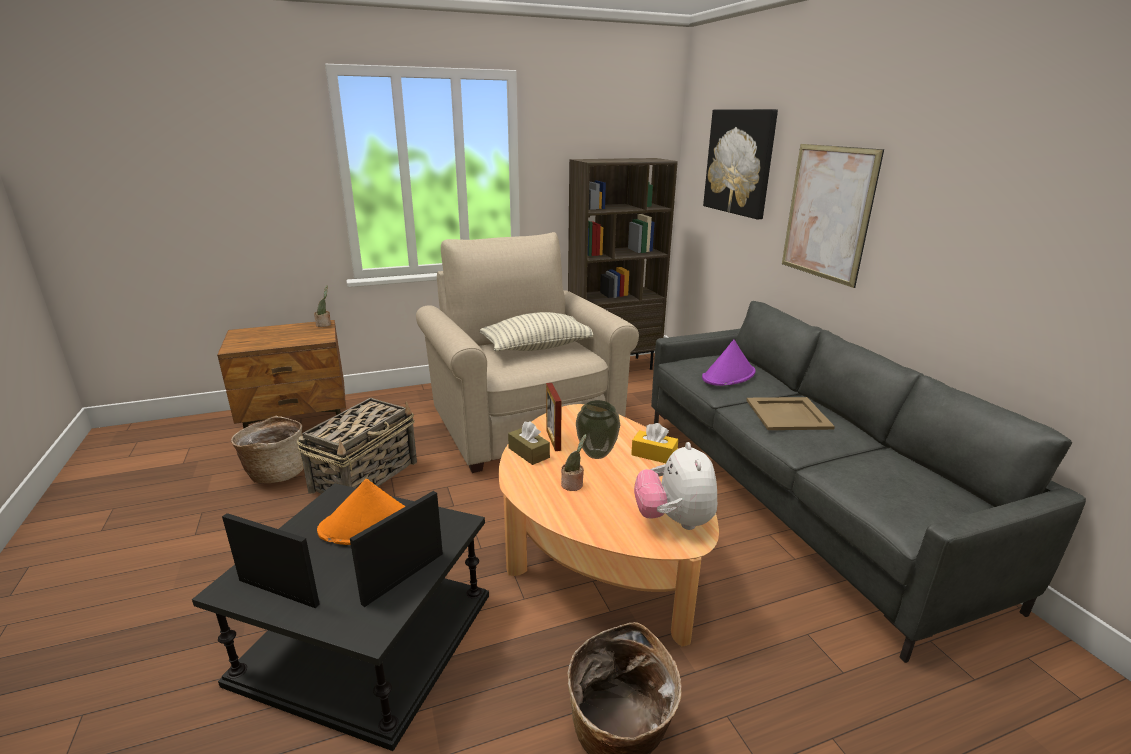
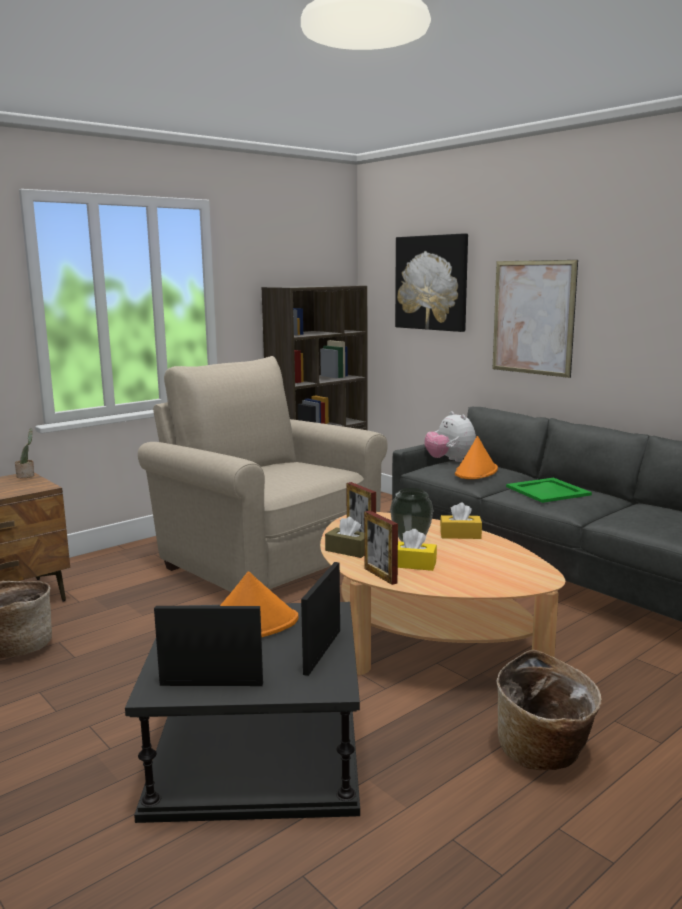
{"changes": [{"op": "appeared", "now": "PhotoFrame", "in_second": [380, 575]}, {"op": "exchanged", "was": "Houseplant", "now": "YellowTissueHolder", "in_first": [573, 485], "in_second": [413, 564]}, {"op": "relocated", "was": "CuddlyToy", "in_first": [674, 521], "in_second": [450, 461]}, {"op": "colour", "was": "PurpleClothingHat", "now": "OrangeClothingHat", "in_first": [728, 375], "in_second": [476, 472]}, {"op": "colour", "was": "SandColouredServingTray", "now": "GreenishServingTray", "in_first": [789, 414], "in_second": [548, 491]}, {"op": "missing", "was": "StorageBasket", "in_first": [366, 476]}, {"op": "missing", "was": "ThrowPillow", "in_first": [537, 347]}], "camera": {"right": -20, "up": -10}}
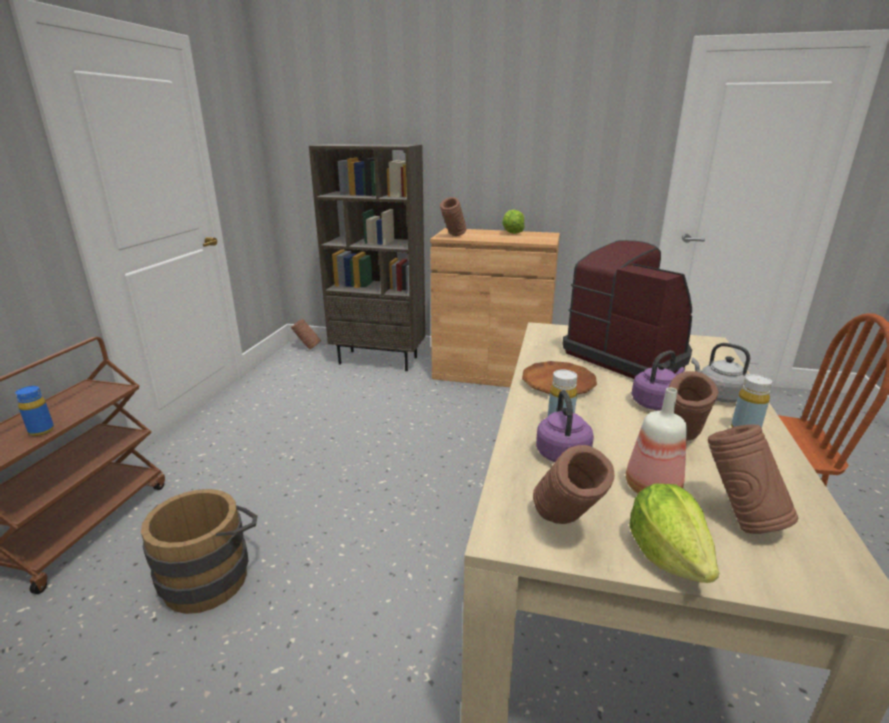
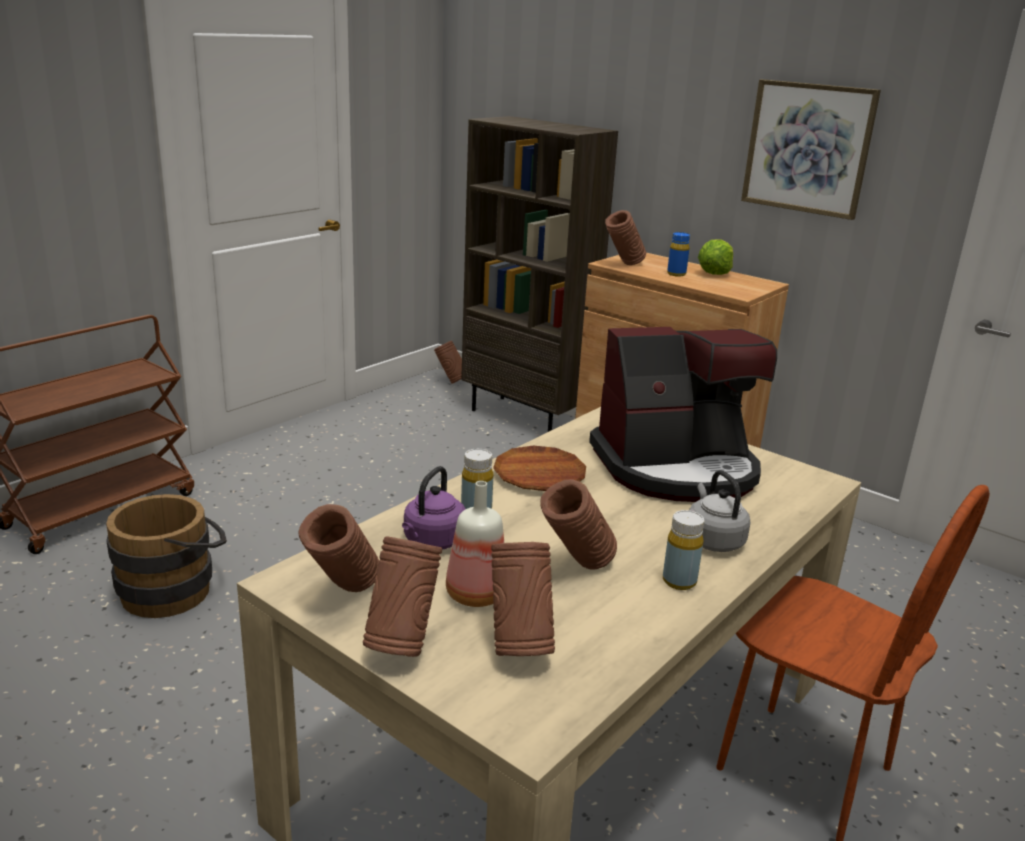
{"changes": [{"op": "exchanged", "was": "HeadOfLettuce", "now": "BrownVase", "in_first": [667, 555], "in_second": [402, 644]}, {"op": "spun", "was": "CoffeeMaker", "in_first": [627, 355], "in_second": [677, 468], "clockwise": 90}, {"op": "relocated", "was": "BlueBottle", "in_first": [41, 431], "in_second": [676, 274]}, {"op": "appeared", "now": "Picture", "in_second": [808, 148]}, {"op": "missing", "was": "PurpleKettle", "in_first": [656, 403]}], "camera": {"right": 25, "up": 0}}
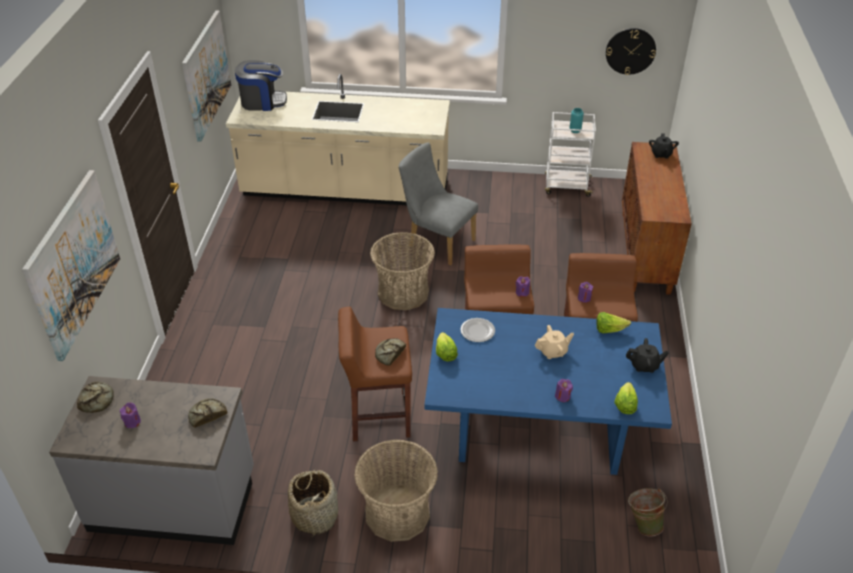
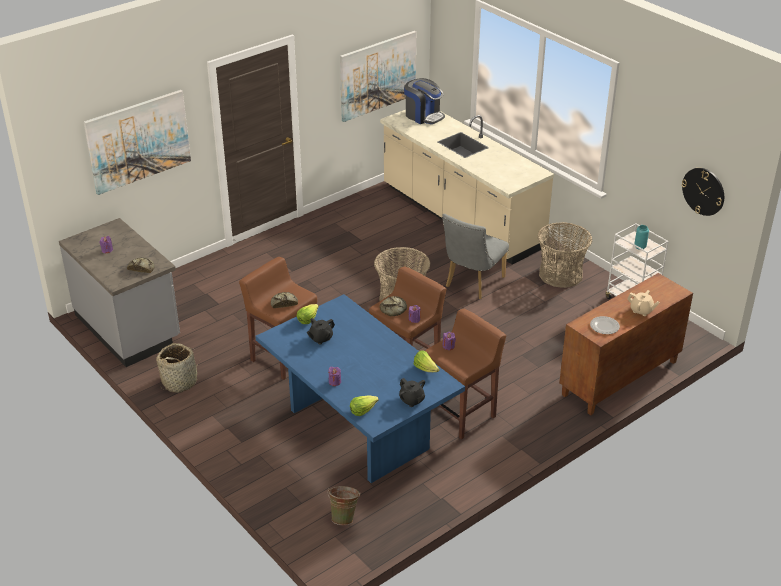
{"changes": [{"op": "relocated", "was": "BlackTeaPot", "in_first": [661, 154], "in_second": [320, 338]}, {"op": "relocated", "was": "Bread", "in_first": [97, 400], "in_second": [394, 309]}, {"op": "spun", "was": "GreyUprightChair", "in_first": [437, 242], "in_second": [472, 284], "clockwise": -135}, {"op": "relocated", "was": "StorageBasket", "in_first": [397, 513], "in_second": [560, 274]}, {"op": "relocated", "was": "FlatDish", "in_first": [478, 331], "in_second": [605, 326]}, {"op": "relocated", "was": "SandColouredTeaPot", "in_first": [553, 351], "in_second": [641, 311]}], "camera": {"right": 45, "up": -5}}
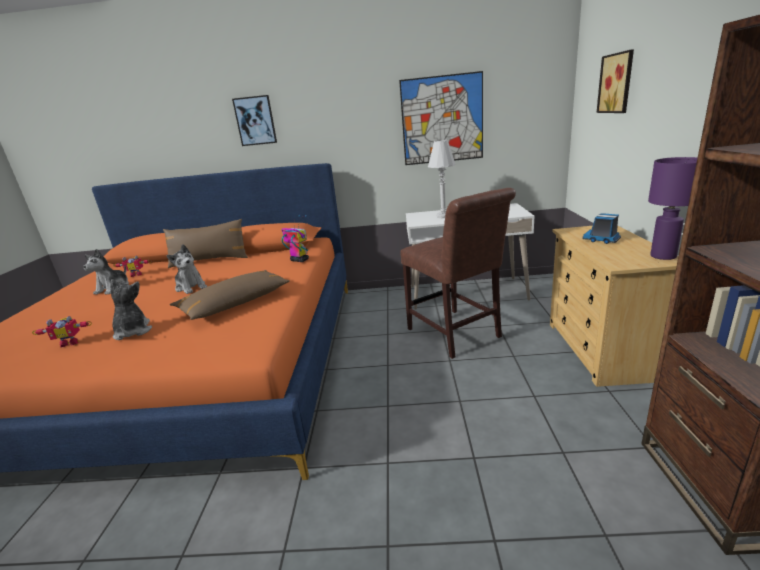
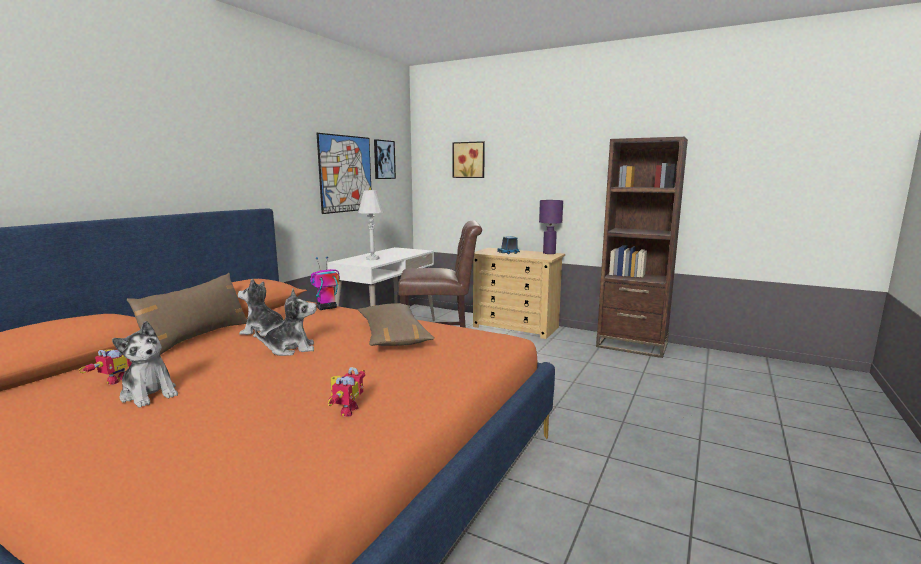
{"changes": [{"op": "relocated", "was": "CuddlyToy", "in_first": [133, 332], "in_second": [263, 332]}, {"op": "relocated", "was": "Picture", "in_first": [255, 121], "in_second": [383, 159]}], "camera": {"right": -65, "up": -10}}
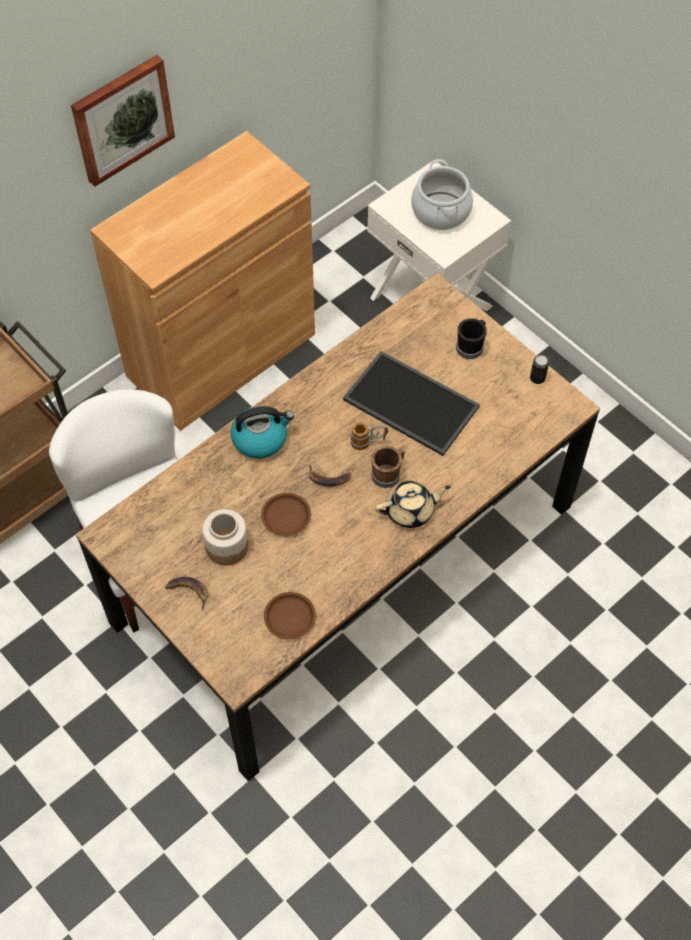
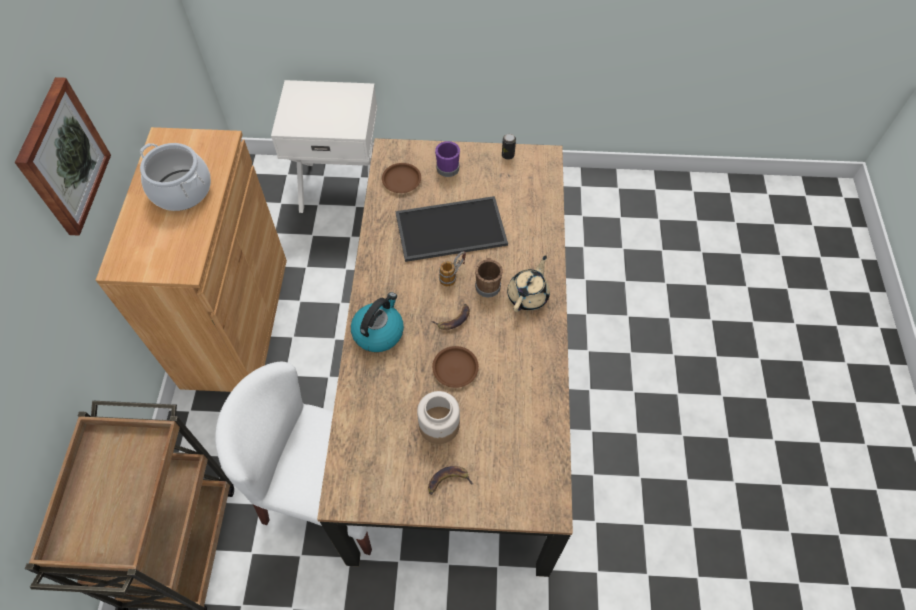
{"changes": [{"op": "relocated", "was": "Stockpot", "in_first": [440, 211], "in_second": [181, 190]}, {"op": "relocated", "was": "BrownFlatDish", "in_first": [289, 617], "in_second": [401, 180]}, {"op": "colour", "was": "BlackCoffeeMug", "now": "PurpleCoffeeMug", "in_first": [471, 346], "in_second": [447, 166]}], "camera": {"right": -45, "up": 0}}
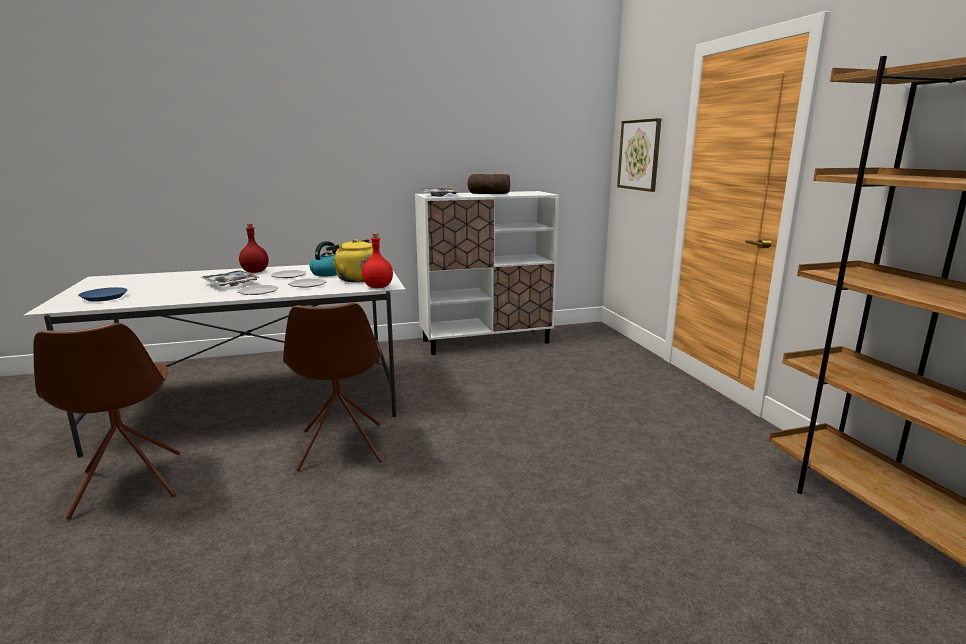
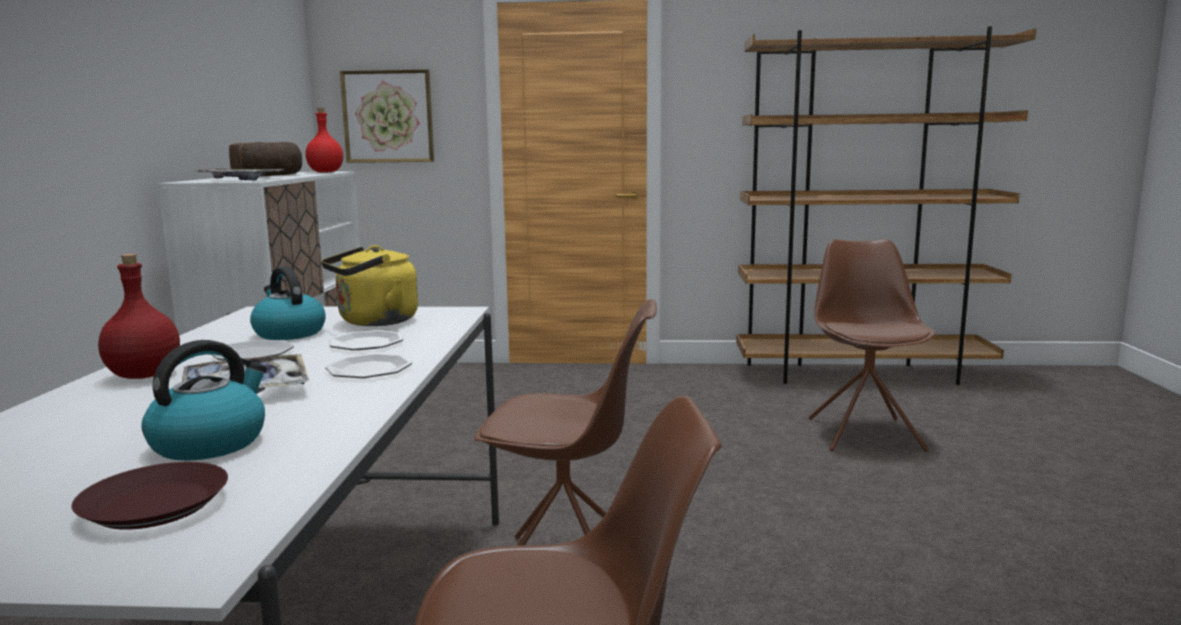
{"changes": [{"op": "colour", "was": "BlueFlatDish", "now": "BrownFlatDish", "in_first": [104, 297], "in_second": [154, 506]}, {"op": "appeared", "now": "Kettle", "in_second": [210, 443]}, {"op": "relocated", "was": "ReddishBottle", "in_first": [378, 287], "in_second": [326, 172]}, {"op": "appeared", "now": "BrownUprightChair", "in_second": [864, 433]}], "camera": {"right": -70, "up": -5}}
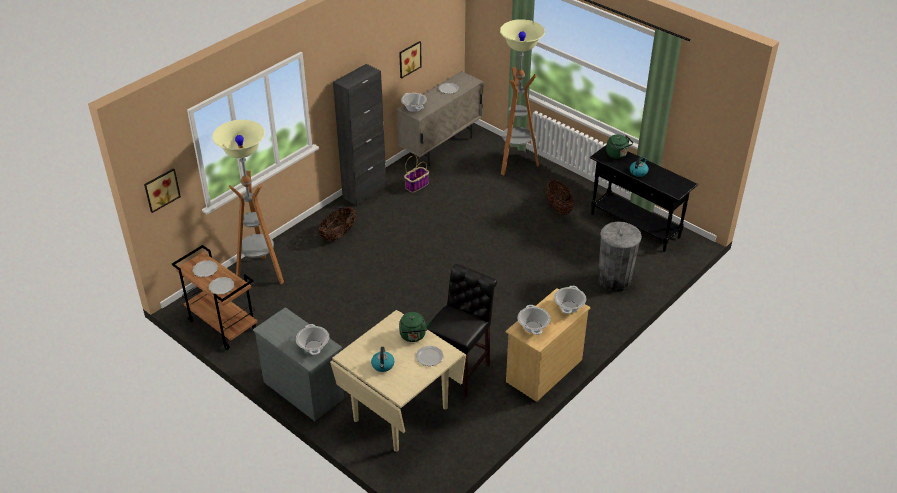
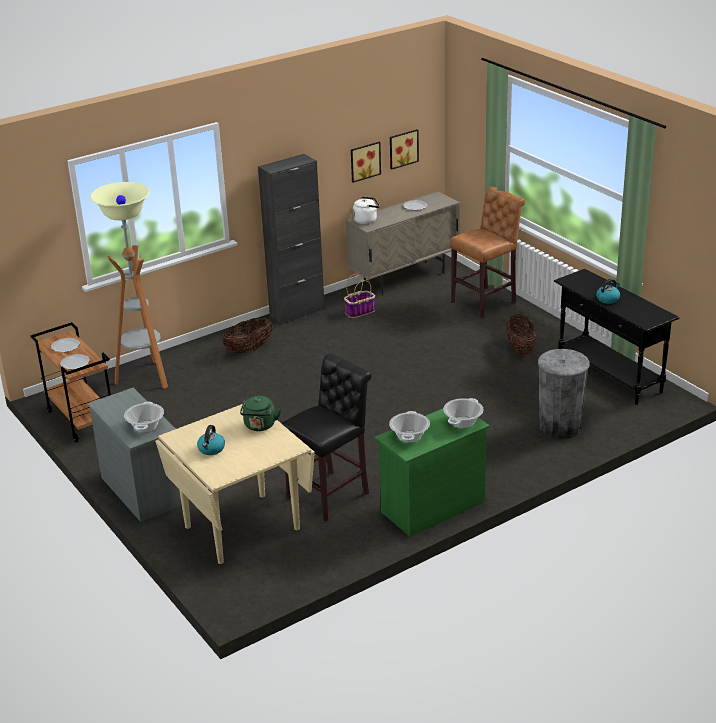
{"changes": [{"op": "exchanged", "was": "Stockpot", "now": "WhiteColouredKettle", "in_first": [414, 108], "in_second": [366, 220]}, {"op": "colour", "was": "SandColouredChestOfDrawers", "now": "GreenishChestOfDrawers", "in_first": [544, 371], "in_second": [432, 507]}, {"op": "relocated", "was": "Picture", "in_first": [161, 189], "in_second": [402, 148]}, {"op": "exchanged", "was": "StandardLamp", "now": "BrownSittingStool", "in_first": [515, 163], "in_second": [486, 301]}, {"op": "missing", "was": "FlatDish", "in_first": [429, 357]}, {"op": "missing", "was": "GreenishKettle", "in_first": [617, 154]}], "camera": {"right": 15, "up": -10}}
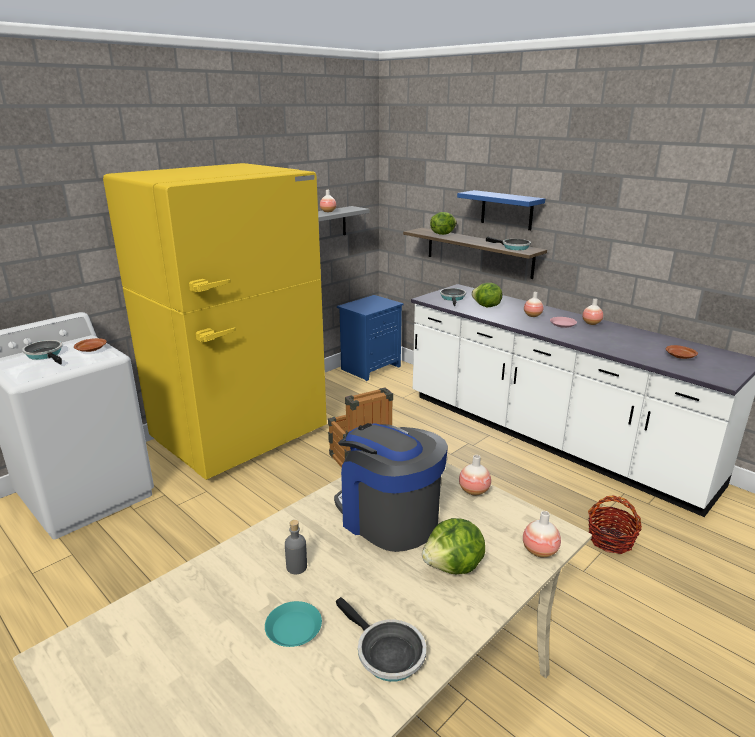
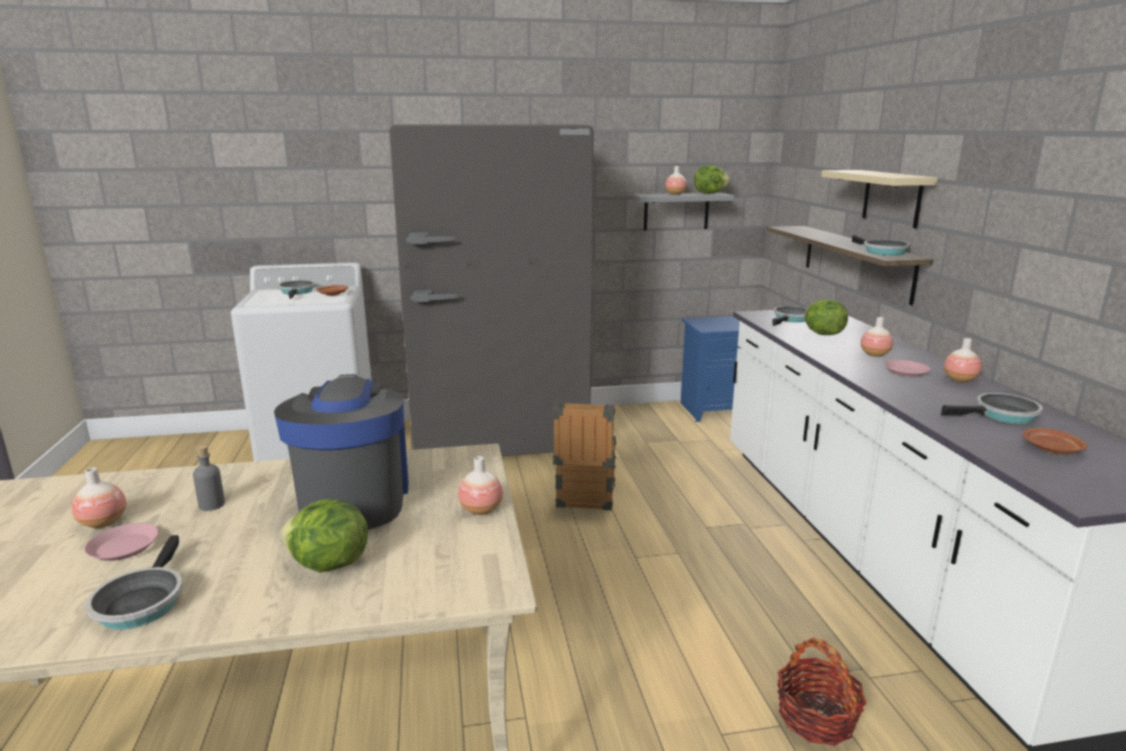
{"changes": [{"op": "relocated", "was": "Vase", "in_first": [539, 551], "in_second": [103, 522]}, {"op": "colour", "was": "BlueGreenFlatDish", "now": "PinkishFlatDish", "in_first": [293, 628], "in_second": [123, 547]}, {"op": "colour", "was": "YellowRefrigerator", "now": "GreyRefrigerator", "in_first": [241, 437], "in_second": [497, 438]}, {"op": "relocated", "was": "HeadOfLettuce", "in_first": [442, 234], "in_second": [709, 193]}, {"op": "colour", "was": "BlueBracketShelf", "now": "SandColouredBracketShelf", "in_first": [507, 210], "in_second": [892, 198]}, {"op": "appeared", "now": "FryingPan", "in_second": [1001, 415]}], "camera": {"right": 35, "up": -5}}
